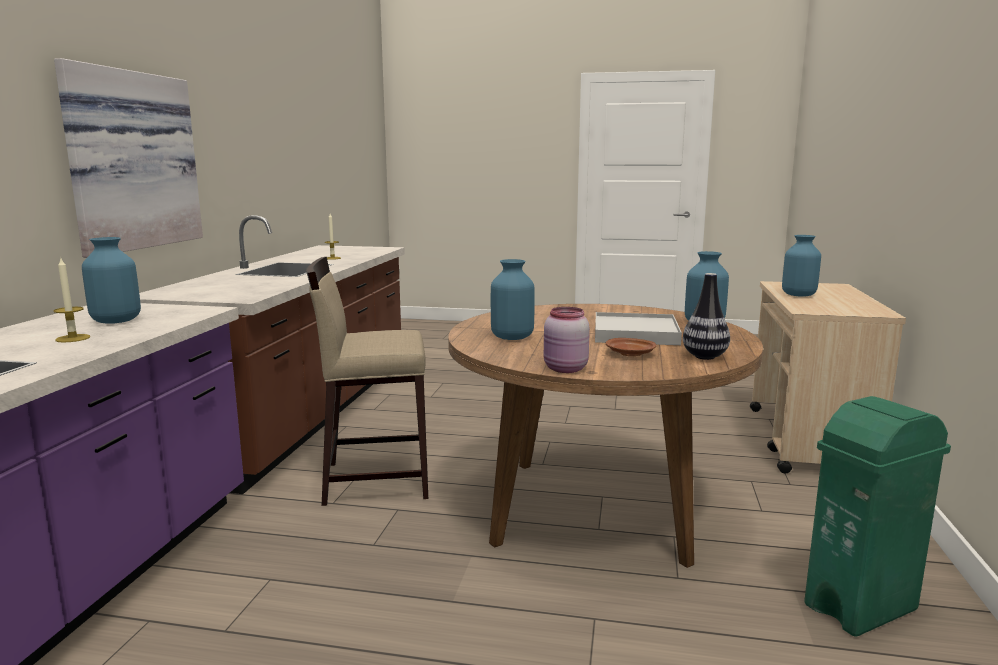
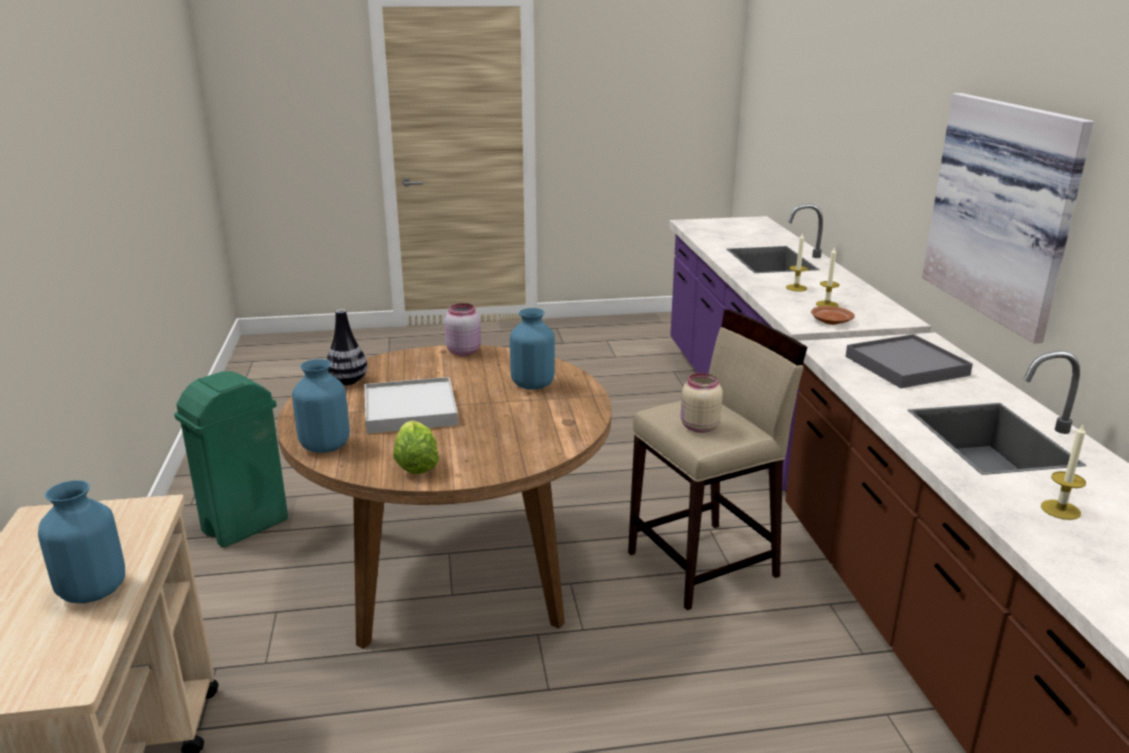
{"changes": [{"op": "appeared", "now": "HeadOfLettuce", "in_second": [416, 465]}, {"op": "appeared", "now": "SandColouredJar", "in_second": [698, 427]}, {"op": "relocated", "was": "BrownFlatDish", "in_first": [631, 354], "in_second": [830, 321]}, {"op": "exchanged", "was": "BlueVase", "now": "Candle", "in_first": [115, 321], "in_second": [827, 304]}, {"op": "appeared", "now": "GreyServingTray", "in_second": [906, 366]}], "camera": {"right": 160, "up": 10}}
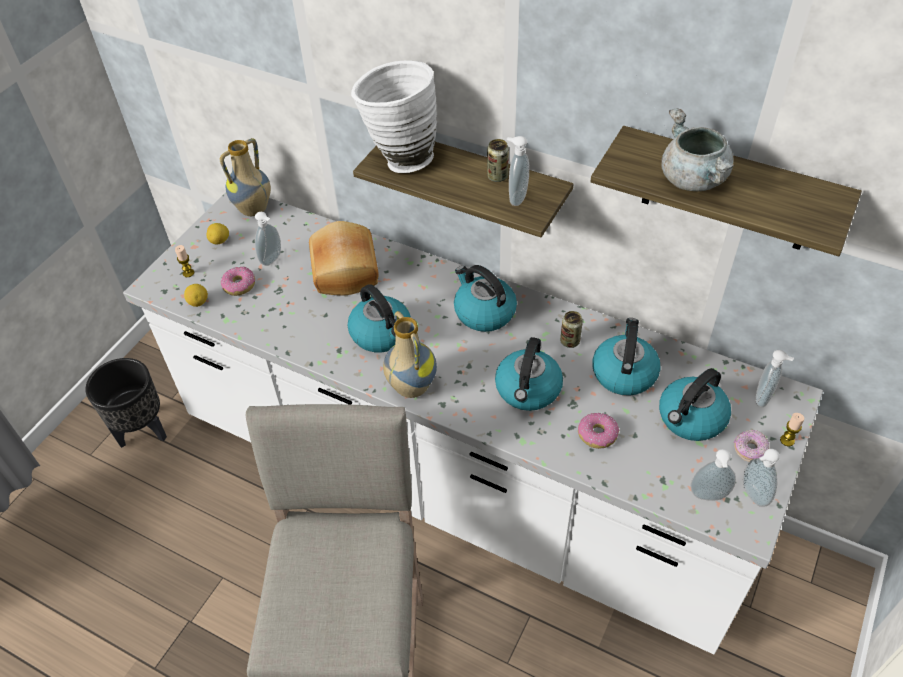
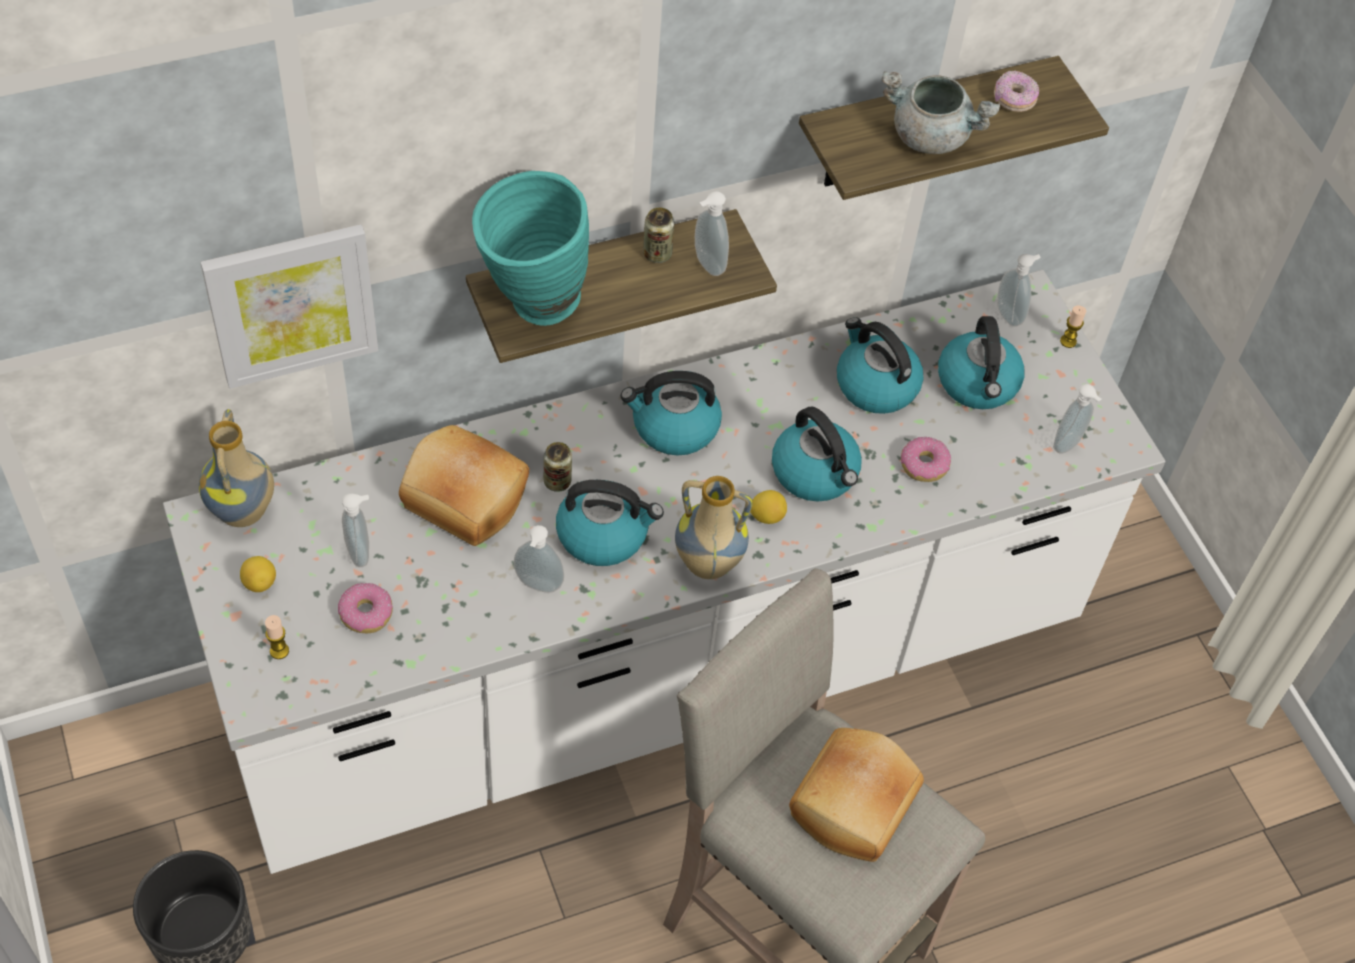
{"changes": [{"op": "appeared", "now": "Picture", "in_second": [291, 303]}, {"op": "colour", "was": "WhiteColouredVase", "now": "BlueGreenVase", "in_first": [399, 159], "in_second": [531, 306]}, {"op": "relocated", "was": "SoapBottle", "in_first": [752, 495], "in_second": [537, 586]}, {"op": "relocated", "was": "Can", "in_first": [570, 341], "in_second": [557, 481]}, {"op": "relocated", "was": "Lemon", "in_first": [198, 302], "in_second": [767, 516]}, {"op": "appeared", "now": "Bread", "in_second": [855, 806]}, {"op": "relocated", "was": "Doughnut", "in_first": [749, 450], "in_second": [1013, 99]}], "camera": {"right": -55, "up": 5}}
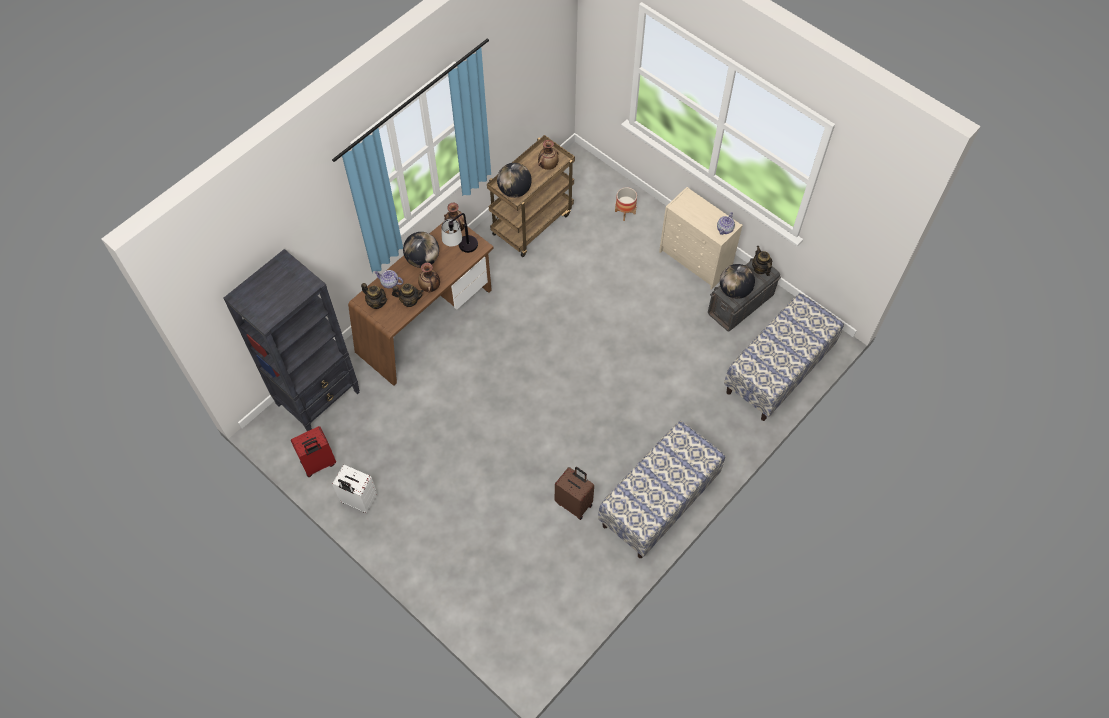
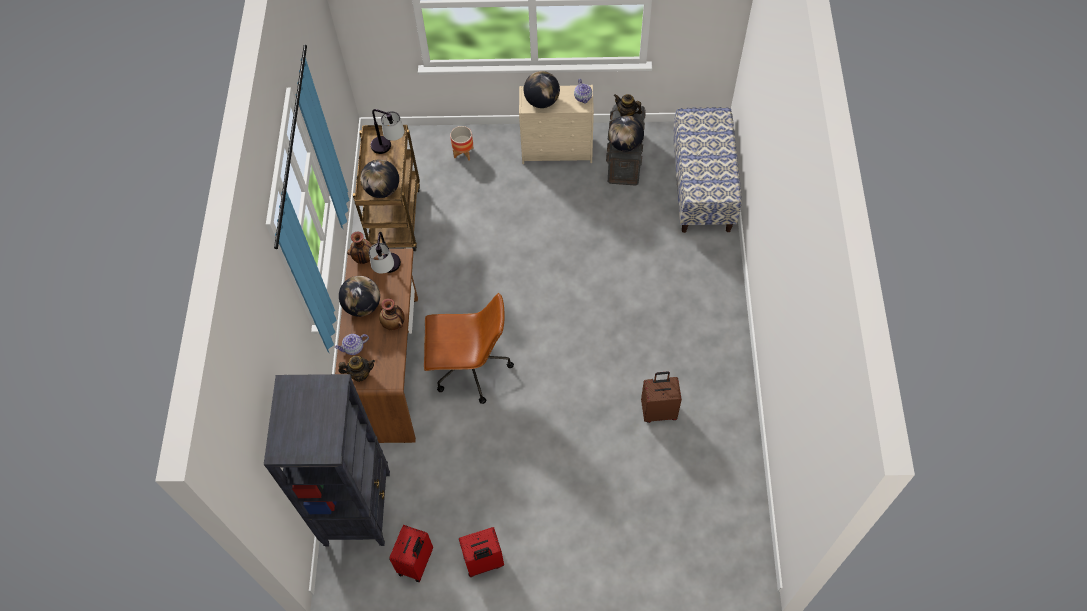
{"changes": [{"op": "exchanged", "was": "Vase", "now": "LampForATable", "in_first": [548, 165], "in_second": [390, 149]}, {"op": "appeared", "now": "BrownDeskChair", "in_second": [470, 368]}, {"op": "colour", "was": "WhiteColouredSuitcase", "now": "ReddishSuitcase", "in_first": [358, 500], "in_second": [483, 562]}, {"op": "appeared", "now": "WorldGlobe", "in_second": [542, 101]}, {"op": "missing", "was": "TeaPot", "in_first": [409, 301]}, {"op": "missing", "was": "LongSeat", "in_first": [658, 502]}], "camera": {"right": -40, "up": 0}}
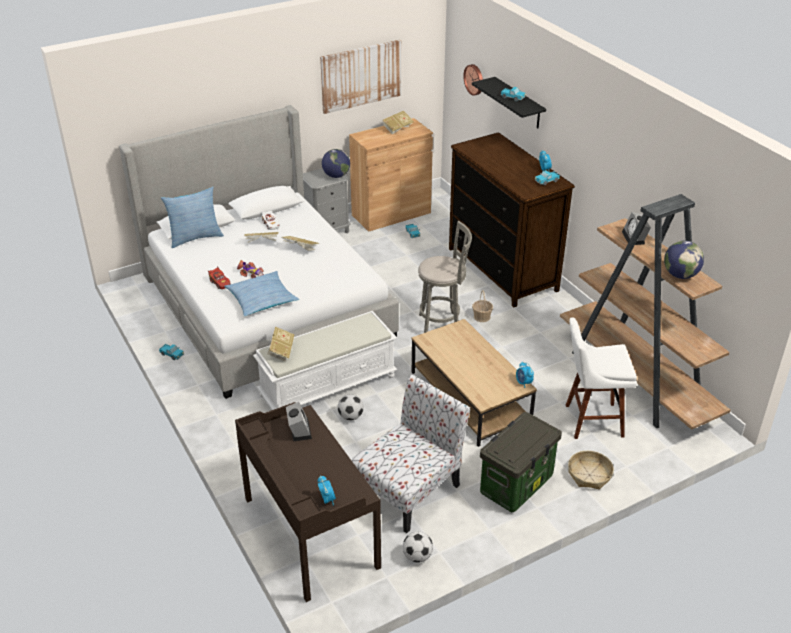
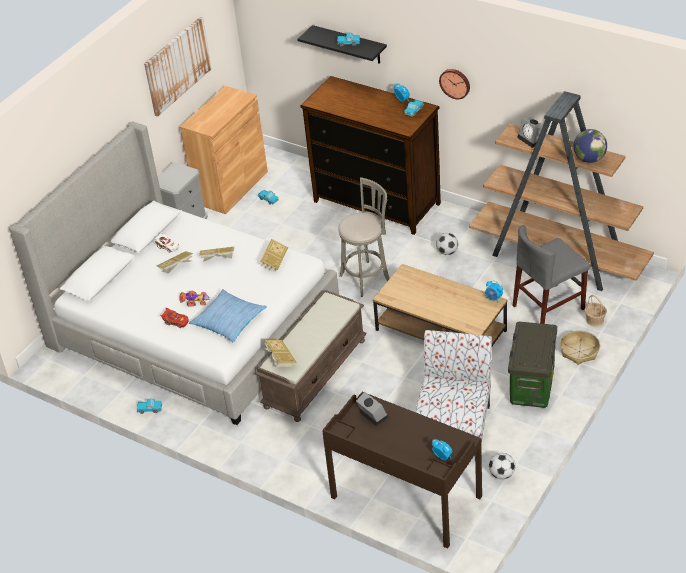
{"changes": [{"op": "colour", "was": "WhiteColouredLongSeat", "now": "BrownLongSeat", "in_first": [328, 385], "in_second": [315, 373]}, {"op": "relocated", "was": "BoundBook", "in_first": [397, 128], "in_second": [274, 262]}, {"op": "relocated", "was": "FootballBall", "in_first": [351, 416], "in_second": [447, 252]}, {"op": "relocated", "was": "HangingClock", "in_first": [474, 79], "in_second": [455, 83]}, {"op": "exchanged", "was": "WhiteColouredSittingStool", "now": "GreyUprightChair", "in_first": [590, 420], "in_second": [548, 307]}, {"op": "relocated", "was": "StorageBasket", "in_first": [481, 317], "in_second": [595, 320]}, {"op": "missing", "was": "ThrowPillow", "in_first": [195, 237]}, {"op": "missing", "was": "WorldGlobe", "in_first": [336, 176]}], "camera": {"right": -25, "up": 5}}
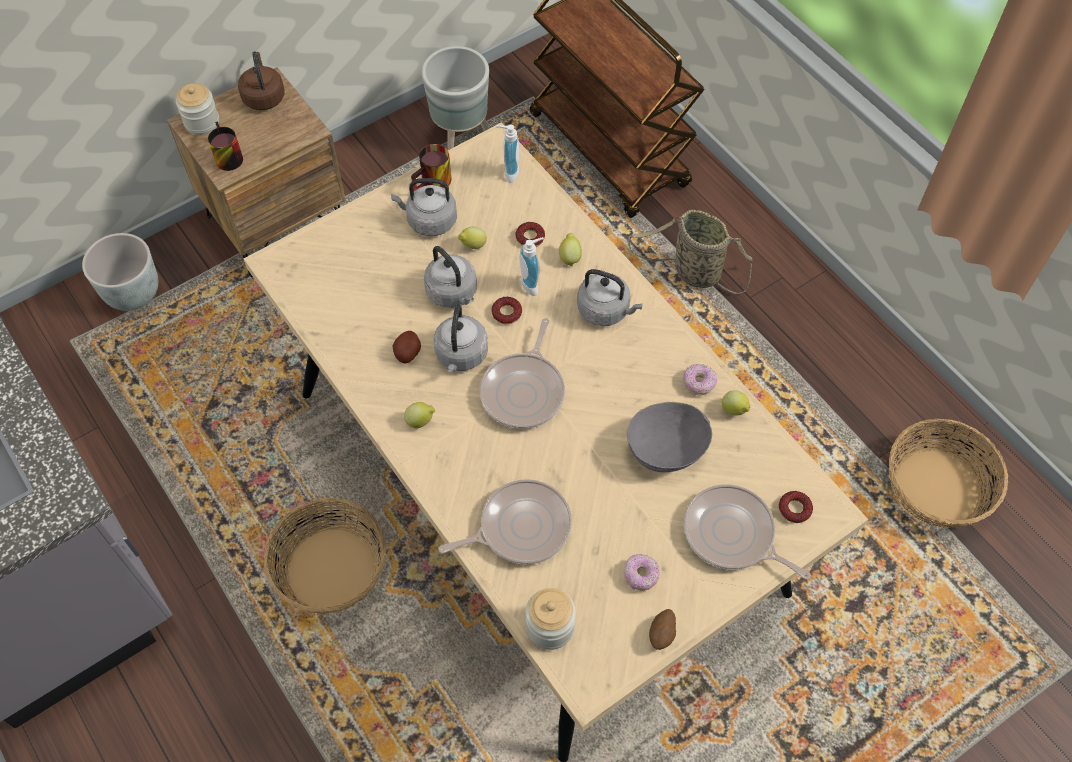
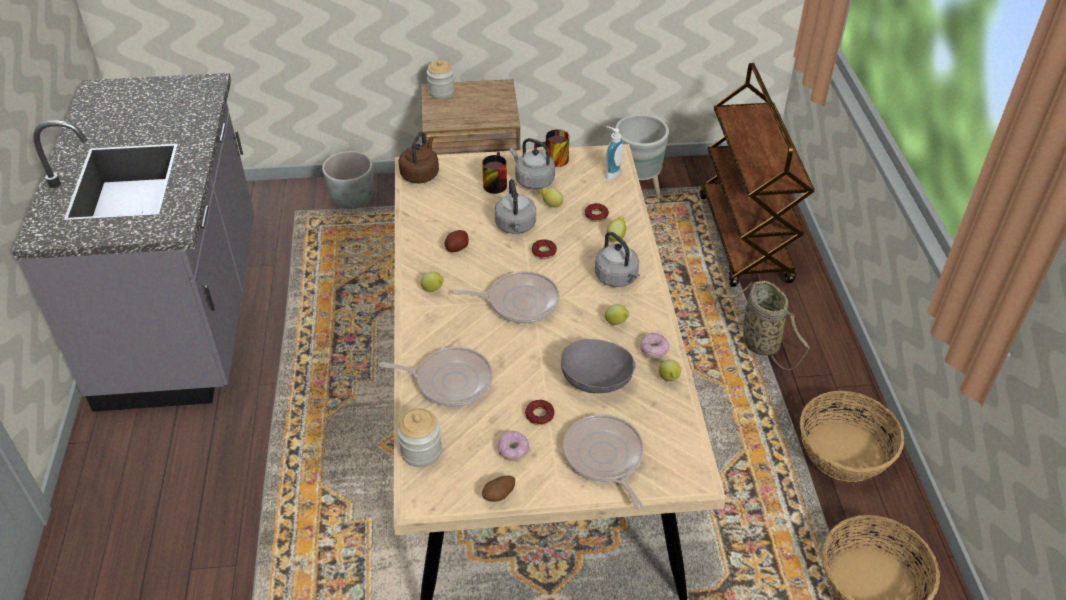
{"changes": [{"op": "relocated", "was": "BrownKettle", "in_first": [263, 96], "in_second": [420, 174]}, {"op": "spun", "was": "FryingPan", "in_first": [524, 391], "in_second": [519, 302], "clockwise": -135}, {"op": "relocated", "was": "CoffeeMug", "in_first": [225, 157], "in_second": [493, 183]}, {"op": "relocated", "was": "Doughnut", "in_first": [794, 509], "in_second": [539, 415]}, {"op": "appeared", "now": "Lemon", "in_second": [616, 323]}, {"op": "relocated", "was": "StorageBasket", "in_first": [331, 570], "in_second": [843, 452]}, {"op": "missing", "was": "GreyKettle", "in_first": [461, 356]}, {"op": "missing", "was": "SoapBottle", "in_first": [532, 284]}], "camera": {"right": 30, "up": -15}}
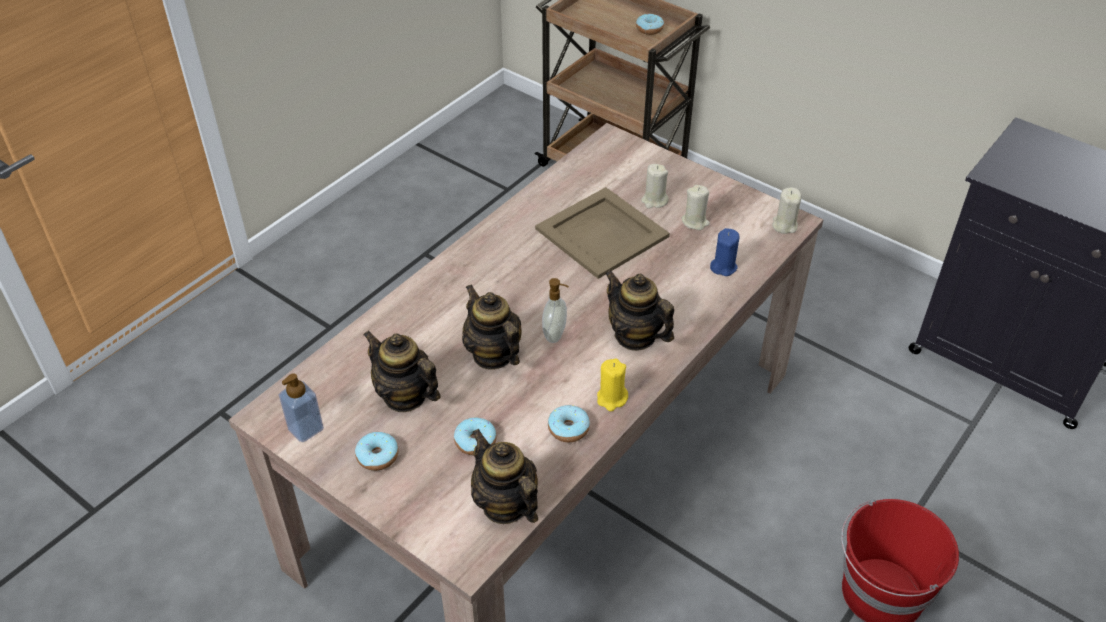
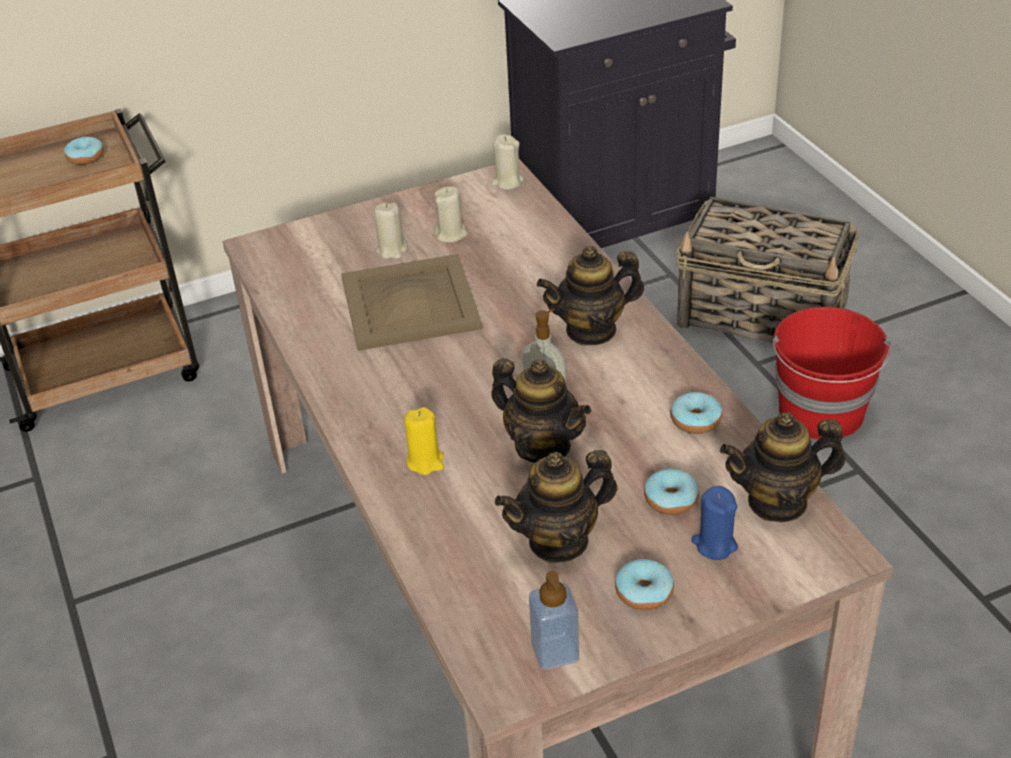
{"changes": [{"op": "relocated", "was": "YellowCandle", "in_first": [611, 398], "in_second": [425, 461]}, {"op": "spun", "was": "TeaPot", "in_first": [493, 354], "in_second": [542, 446], "clockwise": -135}, {"op": "appeared", "now": "StorageBasket", "in_second": [763, 316]}, {"op": "relocated", "was": "BlueCandle", "in_first": [723, 267], "in_second": [714, 544]}], "camera": {"right": -60, "up": -5}}
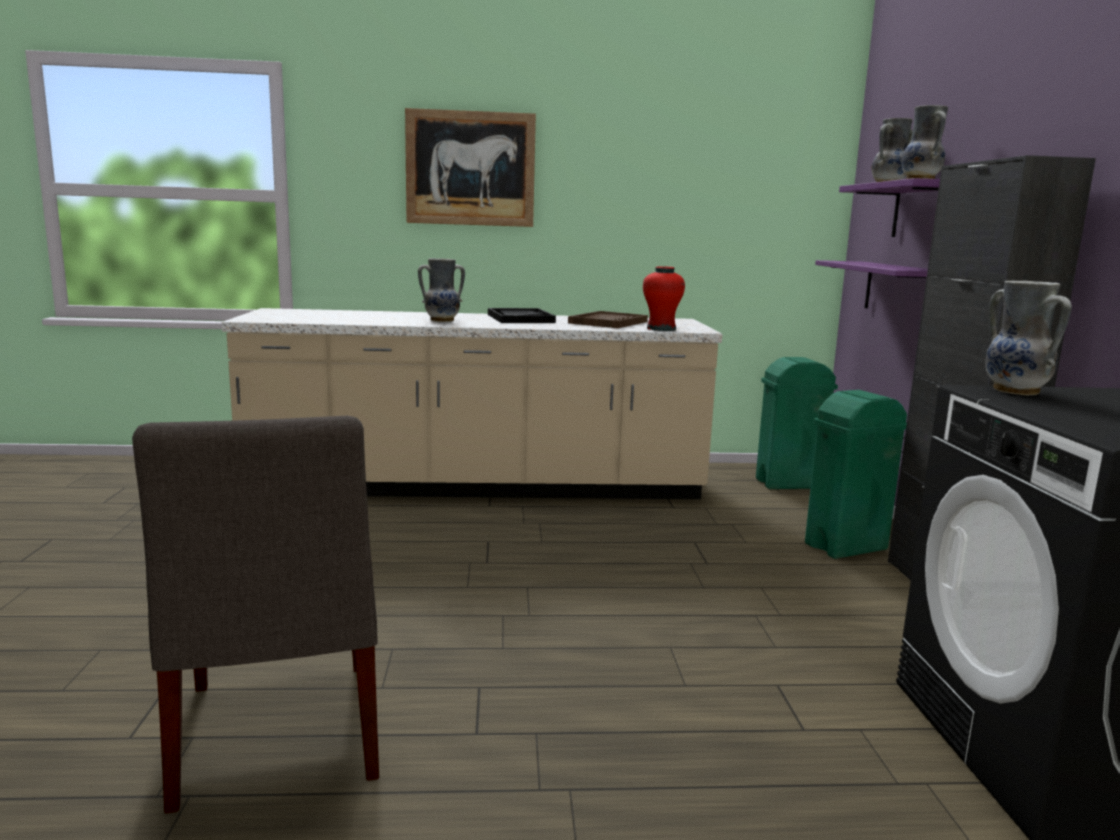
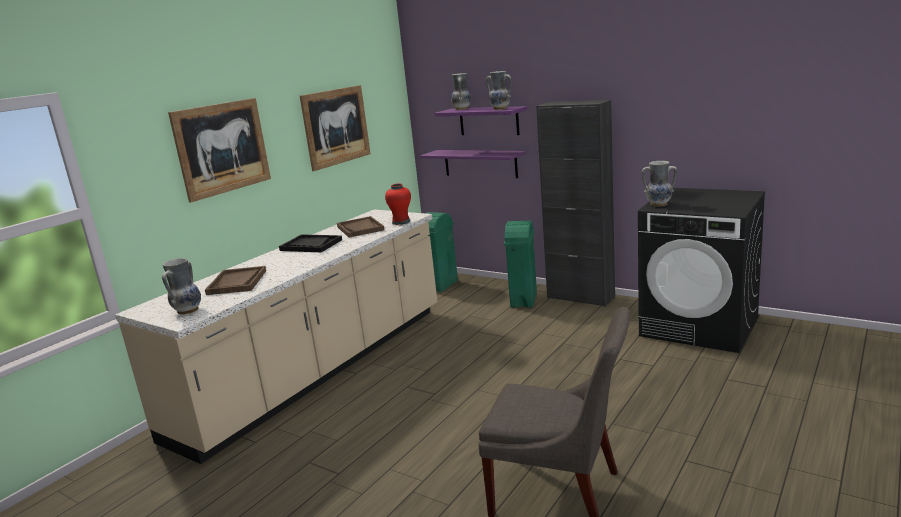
{"changes": [{"op": "relocated", "was": "Vase", "in_first": [442, 320], "in_second": [187, 311]}, {"op": "appeared", "now": "BrownServingTray", "in_second": [237, 282]}, {"op": "appeared", "now": "Picture", "in_second": [336, 126]}], "camera": {"right": -50, "up": 5}}
